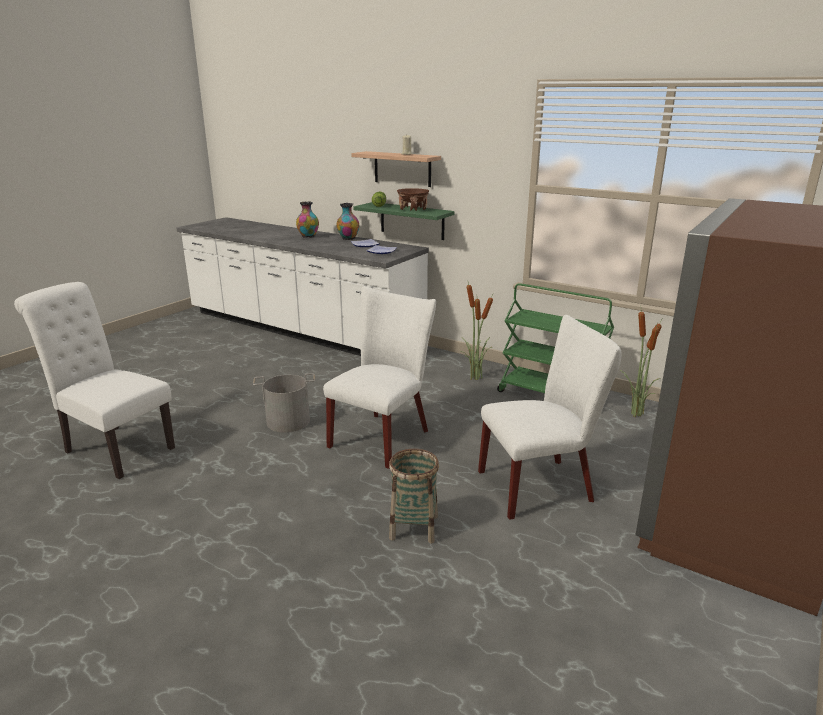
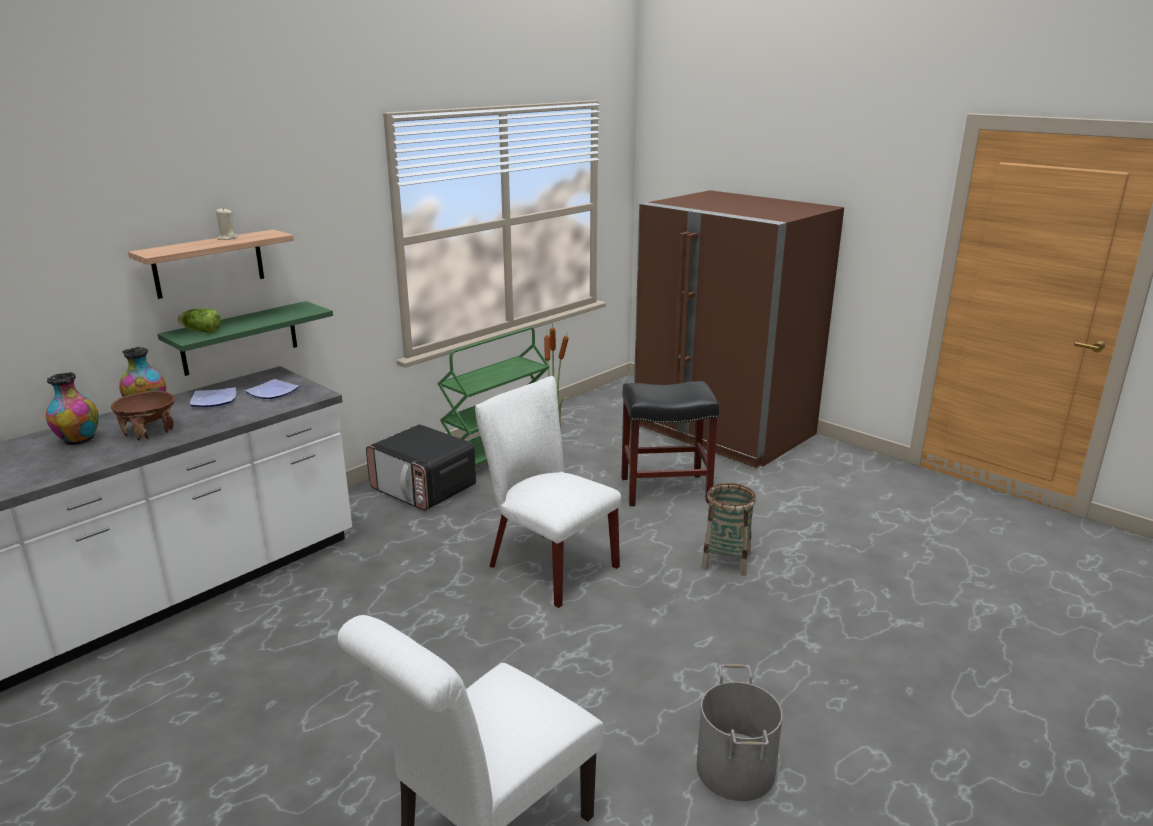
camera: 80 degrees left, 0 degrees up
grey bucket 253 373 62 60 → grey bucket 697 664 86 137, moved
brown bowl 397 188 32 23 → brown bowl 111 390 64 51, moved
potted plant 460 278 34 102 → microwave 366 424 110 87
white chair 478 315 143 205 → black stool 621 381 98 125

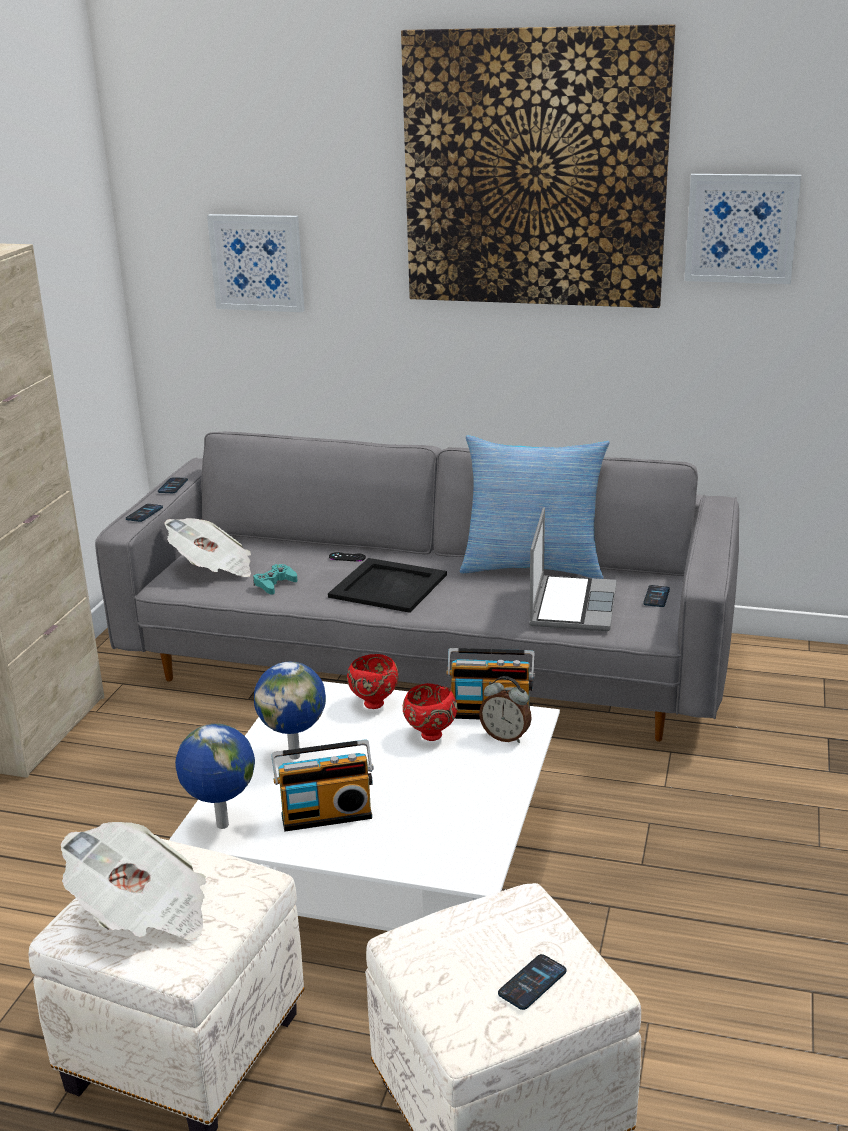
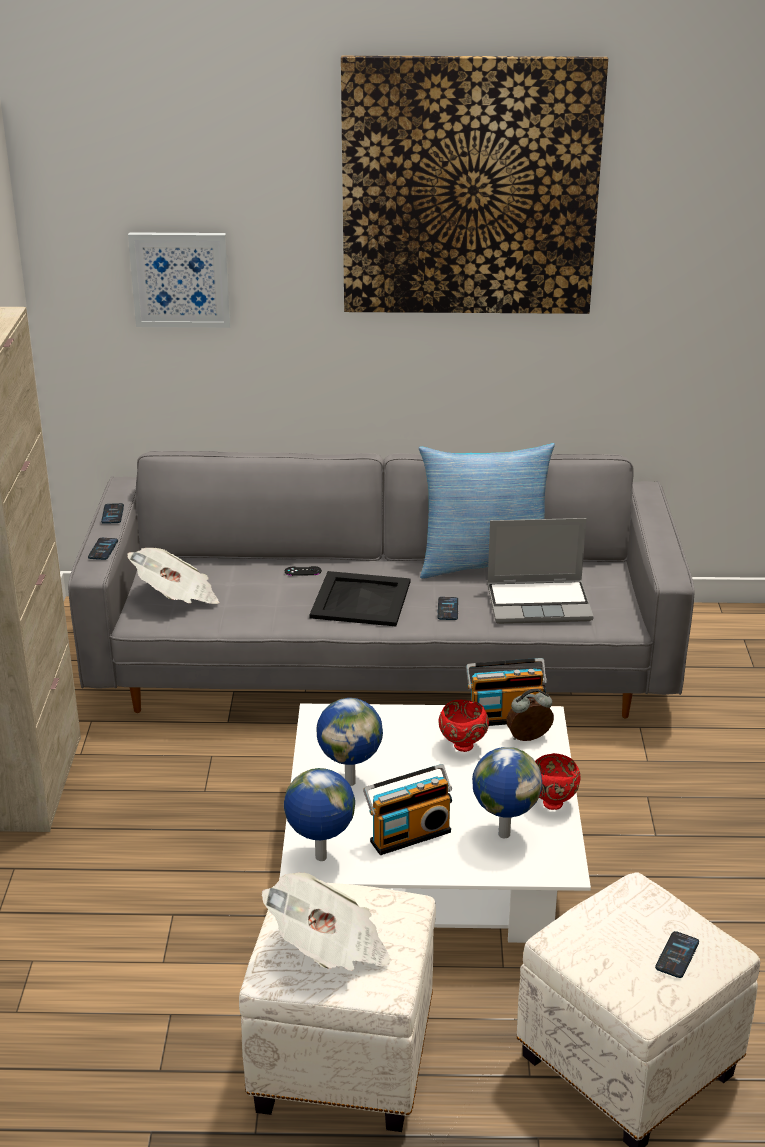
camera: 15 degrees left, 5 degrees up
turquoise game controller 253 564 44 31 → -
picture 684 174 117 110 → -
- → globe 472 747 70 91
red bowl 347 654 52 55 → red bowl 535 753 46 57, moved
phone 643 585 27 22 → phone 437 597 21 23, moved
alarm clock 479 676 53 67 → alarm clock 506 689 48 52, 150 degrees clockwise
laptop 529 508 88 123 → laptop 487 518 107 106, 90 degrees clockwise

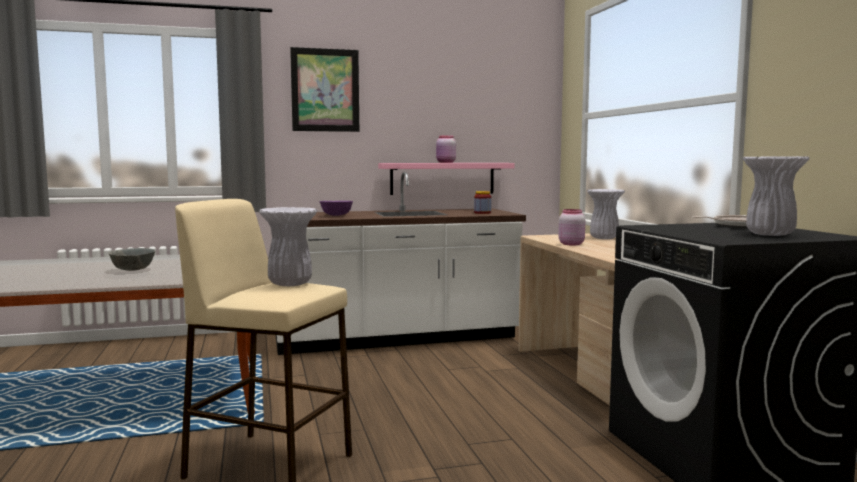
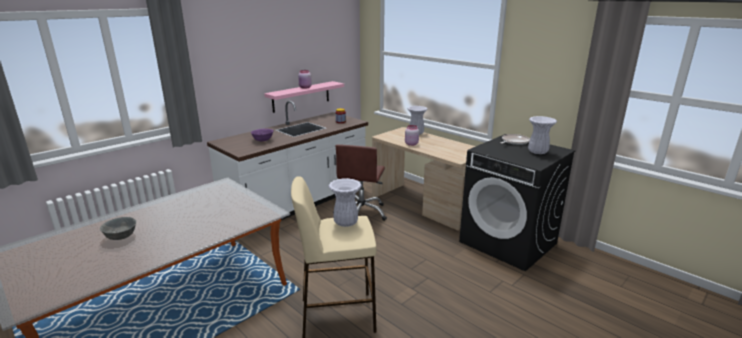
camera: 30 degrees left, 15 degrees up
picture 290 47 69 85 → -
- → brown office chair 333 144 54 77
grey bowl 108 248 47 23 → grey bowl 100 217 36 23, moved

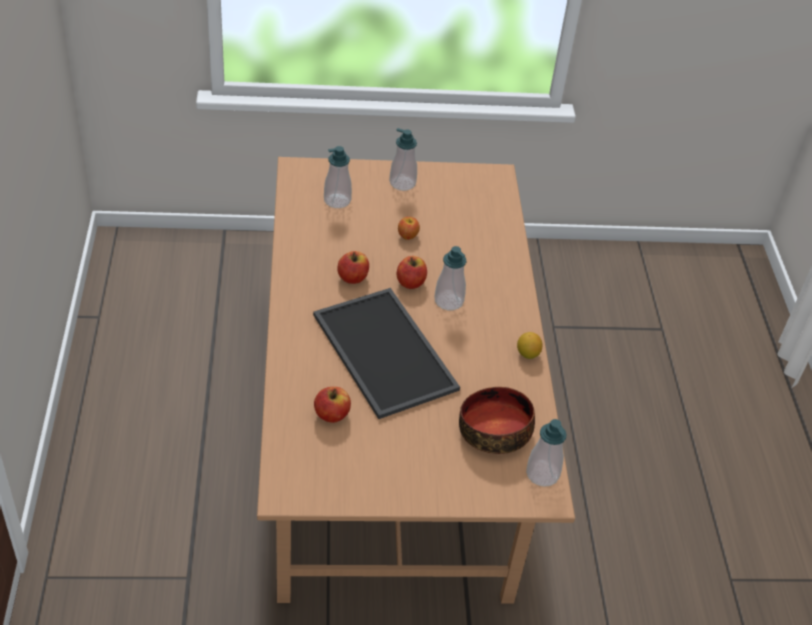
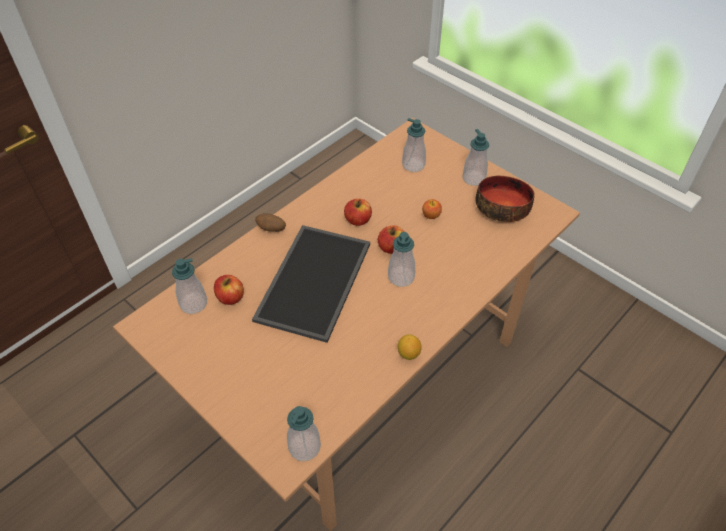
camera: 50 degrees right, 5 degrees up
- → soap dispenser 172 258 35 56
- → potato 255 213 31 19
bowl 459 387 76 67 → bowl 475 176 60 46, moved

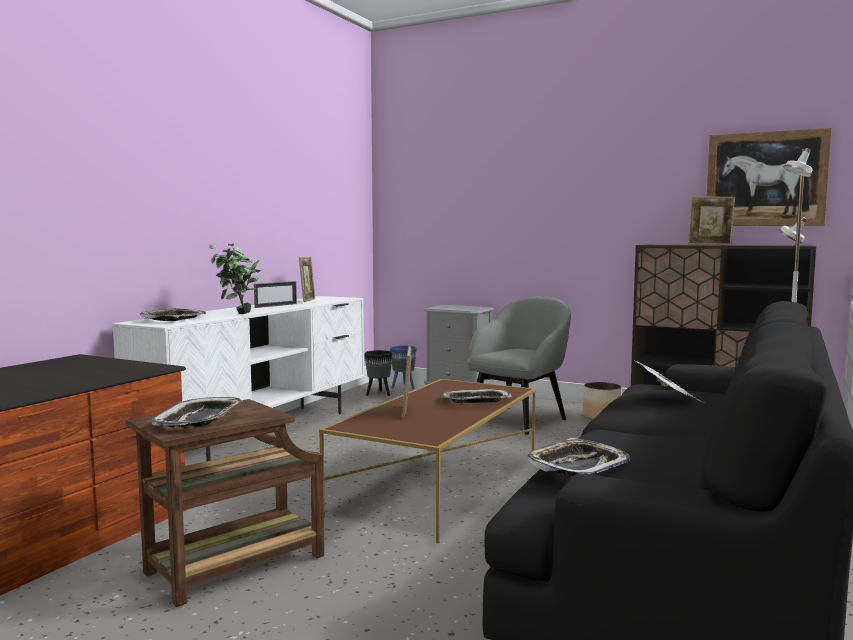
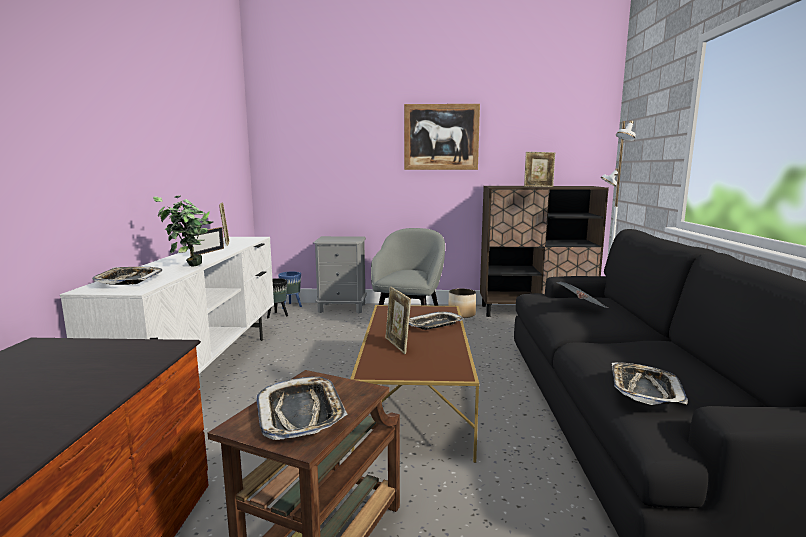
camera: 25 degrees left, 5 degrees up
picture 706 128 125 98 → picture 404 104 76 66, moved

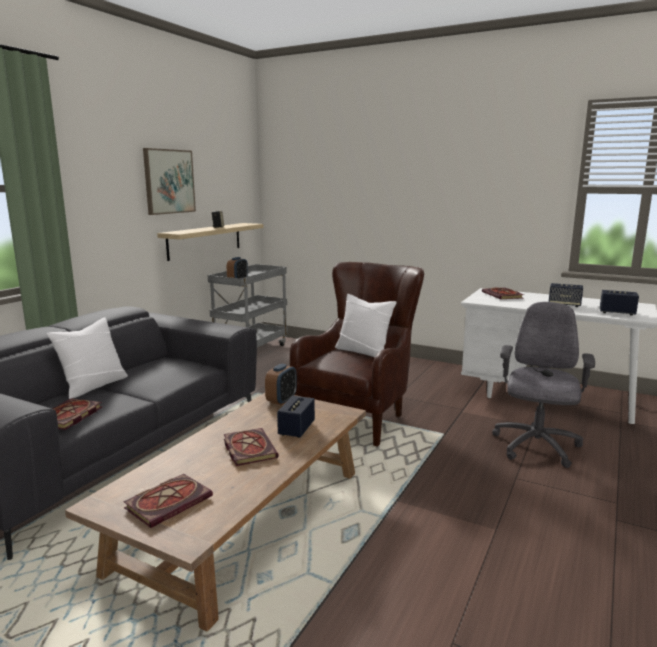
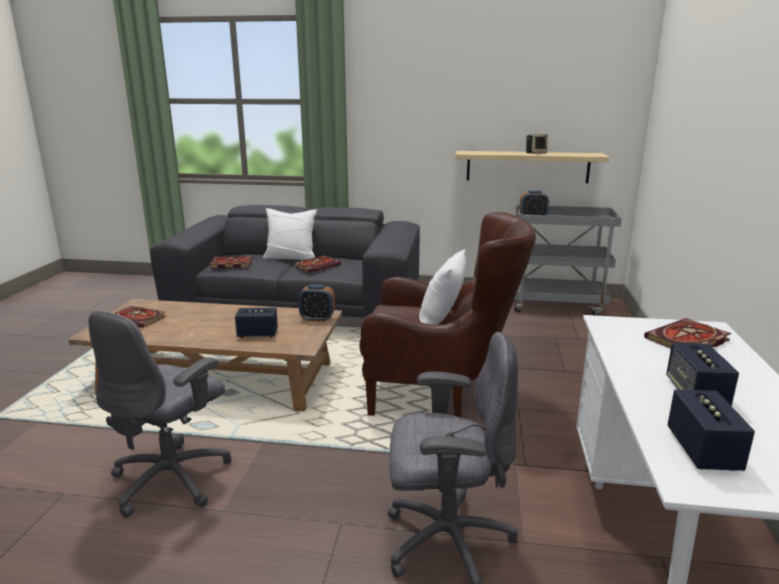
camera: 70 degrees right, 5 degrees up
picture 143 148 53 67 → -
- → grey office chair 88 311 143 207
book 224 428 55 38 → book 294 256 47 16, moved

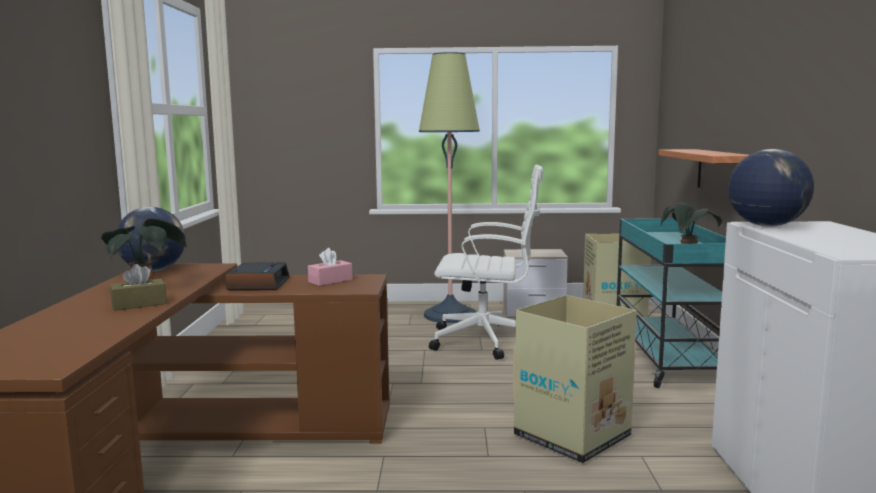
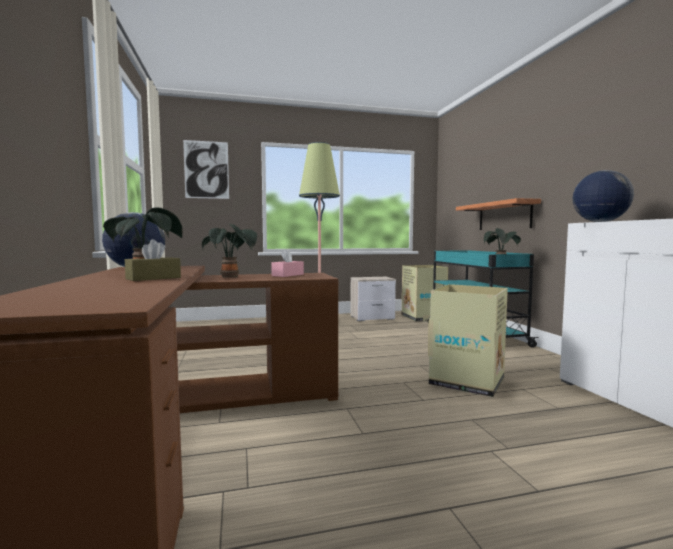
camera: 15 degrees left, 5 degrees down
white office chair 429 164 114 196 → -
- → picture 183 140 46 59
alarm clock 225 262 65 29 → potted plant 202 224 55 54

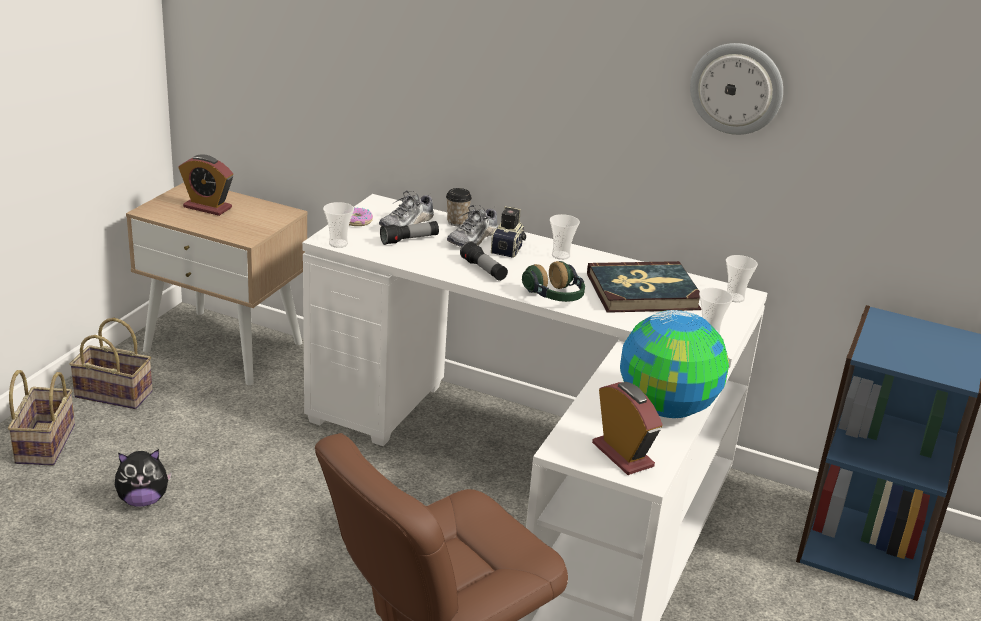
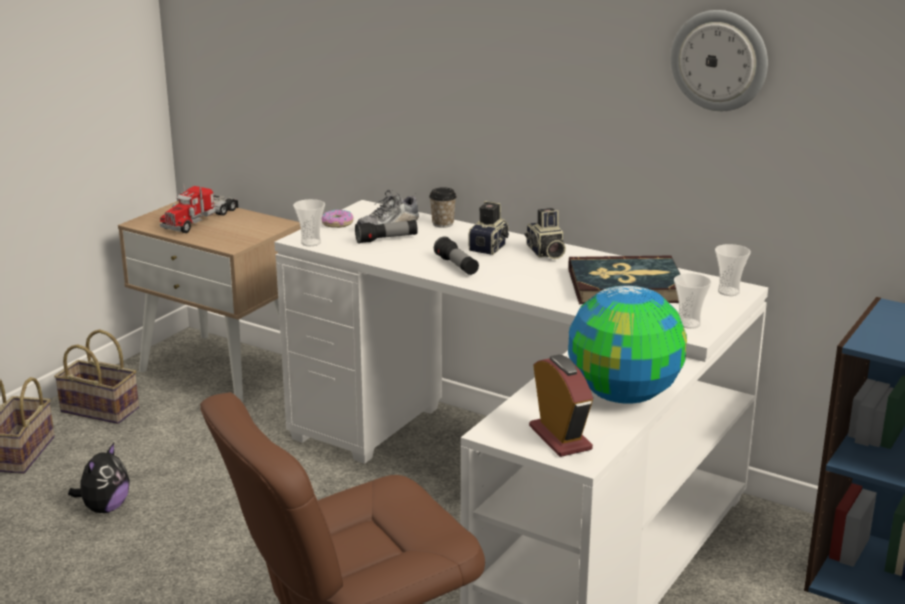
camera: 10 degrees right, 5 degrees down
shoe 447 205 51 42 → -
headphones 522 261 63 41 → -
alarm clock 179 155 54 61 → toy truck 160 184 78 49
cup 550 214 30 46 → photo camera 525 208 41 51
plush toy 115 449 57 58 → plush toy 68 443 62 70, 60 degrees counterclockwise

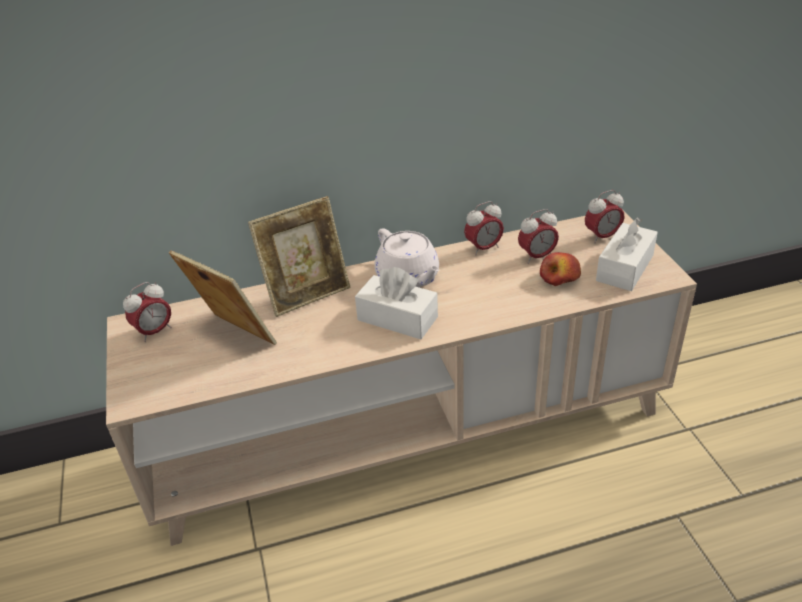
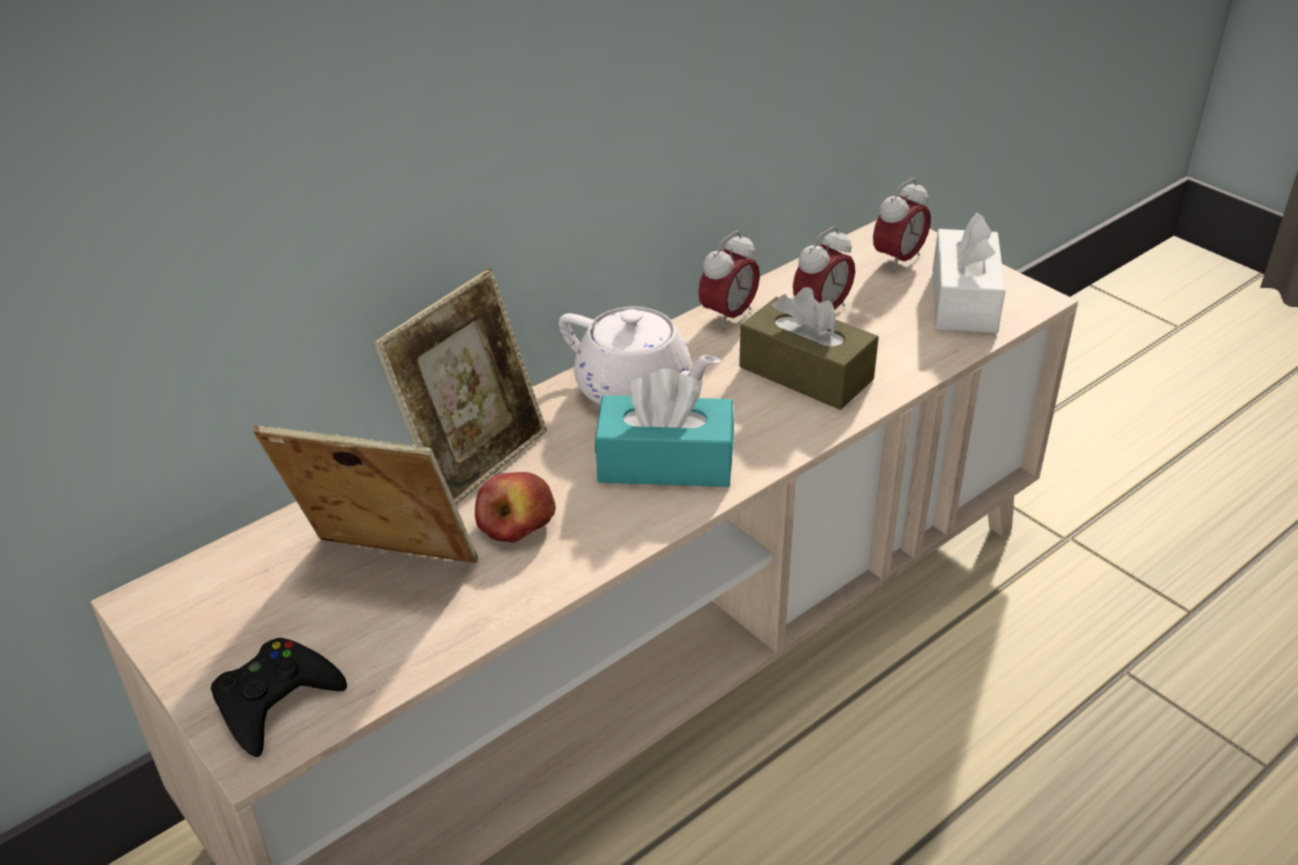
camera: 25 degrees left, 0 degrees up
alarm clock 123 282 48 60 → -
- → black game controller 211 638 136 119
- → brown tissue box 739 287 140 123
apple 540 252 41 34 → apple 475 472 81 71, moved
white tissue box 355 267 83 72 → turquoise tissue box 595 368 139 119

